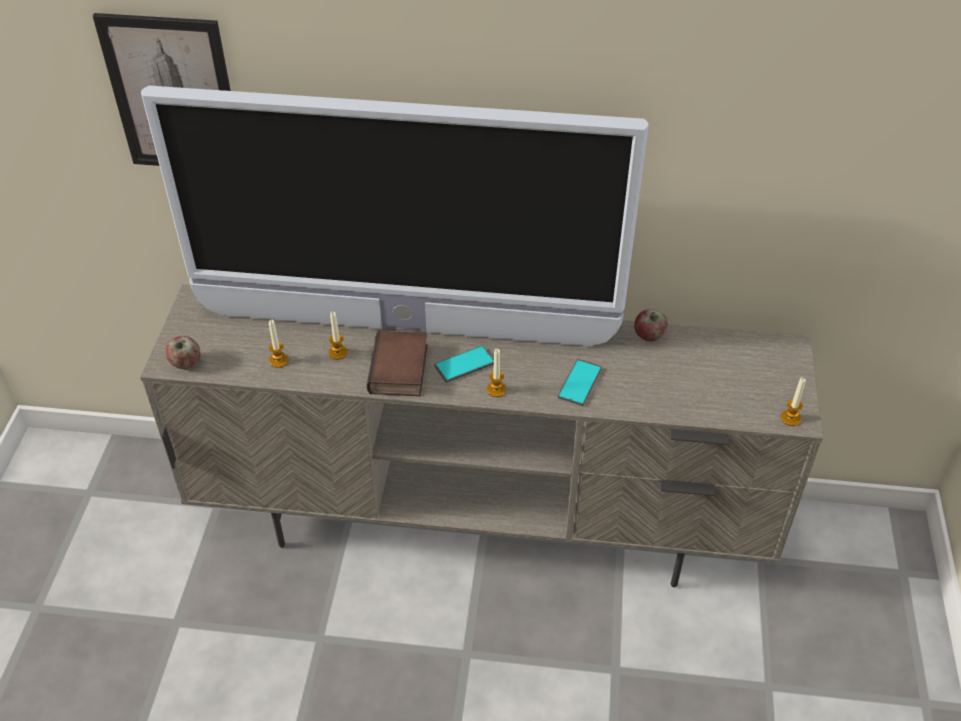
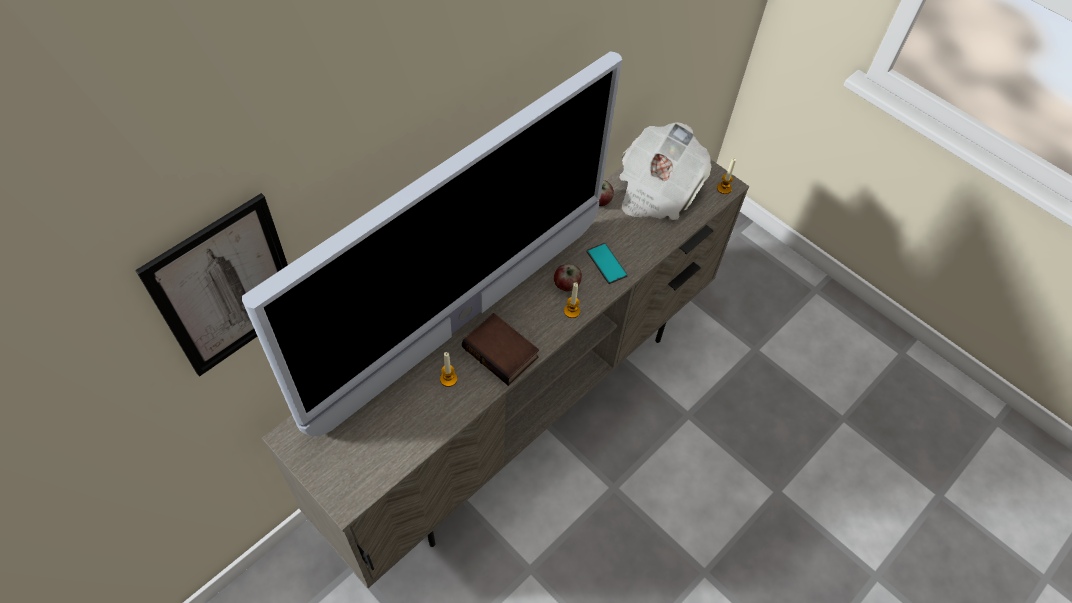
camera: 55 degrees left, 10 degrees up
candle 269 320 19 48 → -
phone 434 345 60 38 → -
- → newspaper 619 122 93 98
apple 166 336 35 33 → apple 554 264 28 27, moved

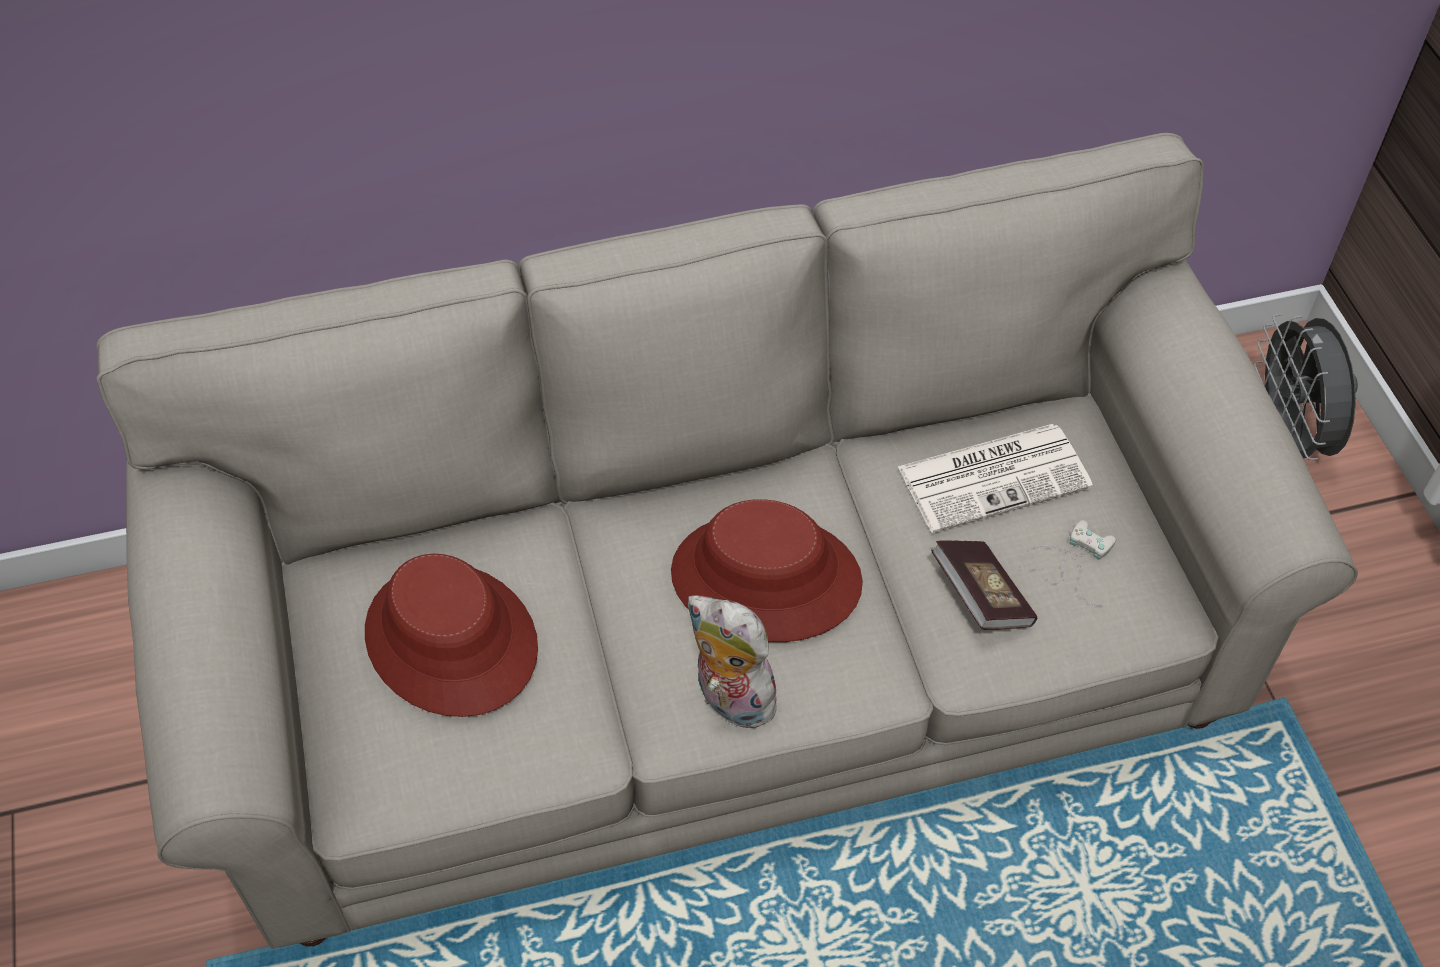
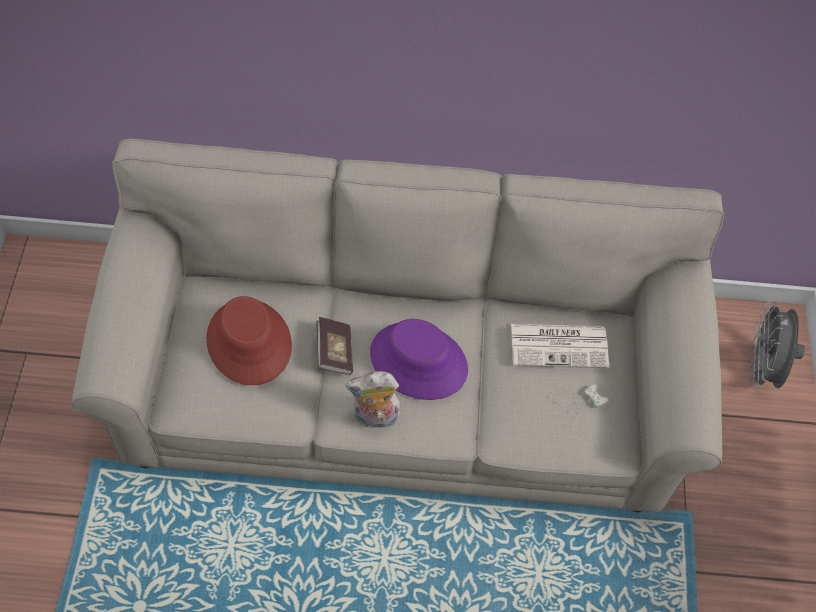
camera: 15 degrees right, 5 degrees up
book 931 540 106 90 → book 317 317 36 58, moved
red hat 671 499 192 143 → purple hat 370 319 98 81
plush toy 687 595 97 133 → plush toy 345 371 55 57, 60 degrees counterclockwise

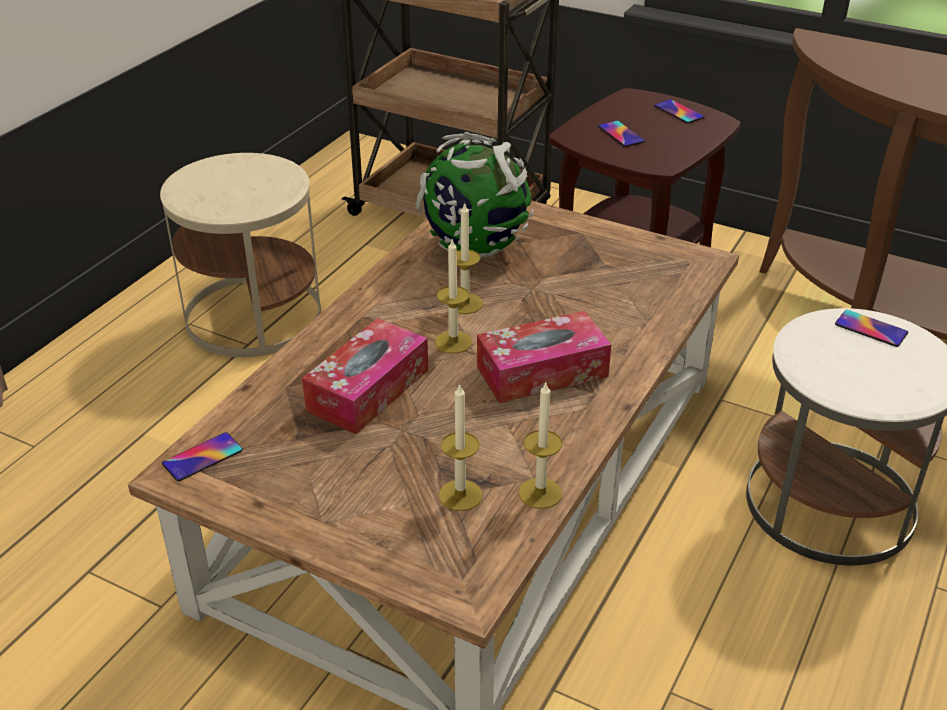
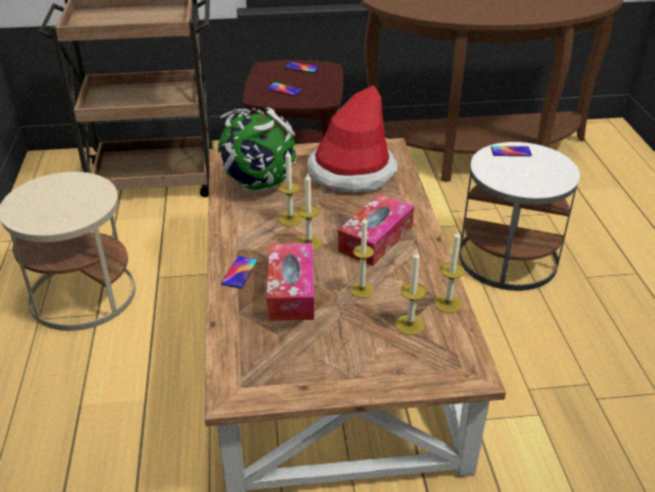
camera: 35 degrees left, 0 degrees up
- → hat 307 85 90 108
- → candle 350 217 24 81
phone 162 432 81 49 → phone 221 256 37 32, moved

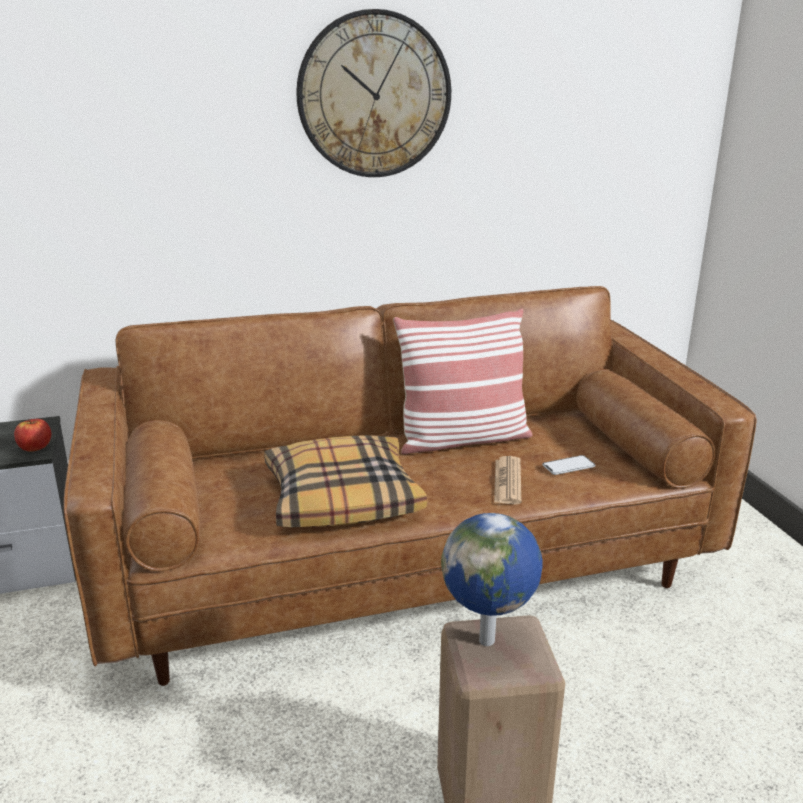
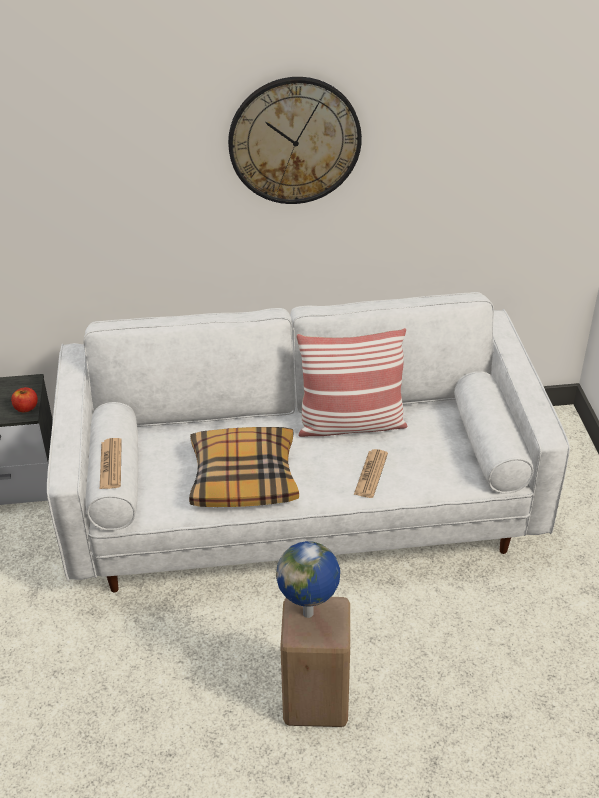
camera: 10 degrees right, 15 degrees up
phone 542 455 54 20 → -
- → newspaper 100 438 22 51
brown sofa 64 286 693 400 → white sofa 47 292 523 301

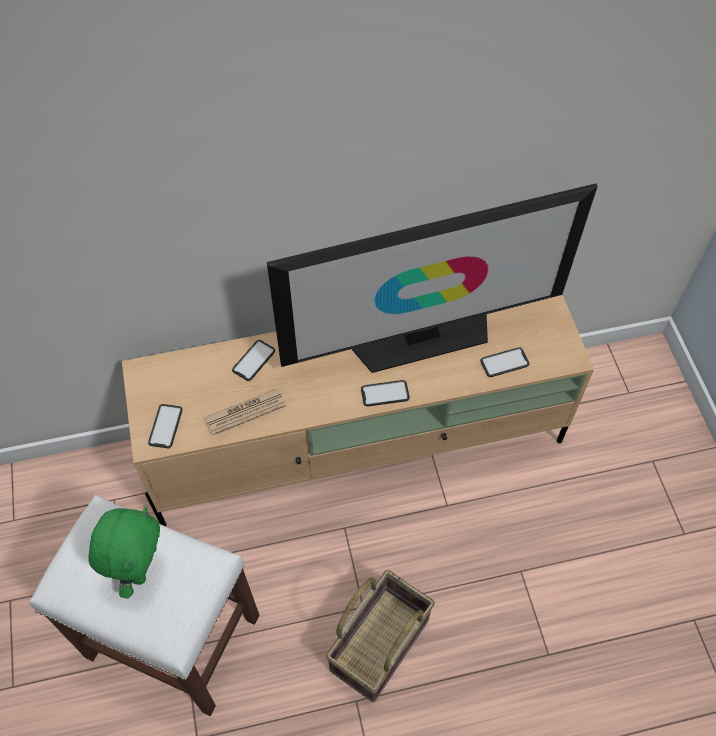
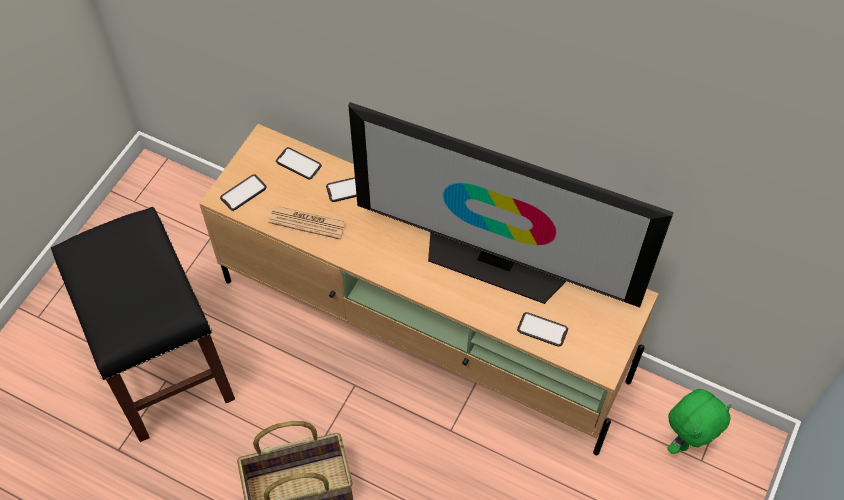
camera: 40 degrees right, 0 degrees up
green plush toy 88 507 72 91 → green plush toy 668 389 63 65, moved
phone 361 380 49 26 → phone 276 147 46 32, moved
white stool 29 495 230 221 → black stool 51 207 184 235

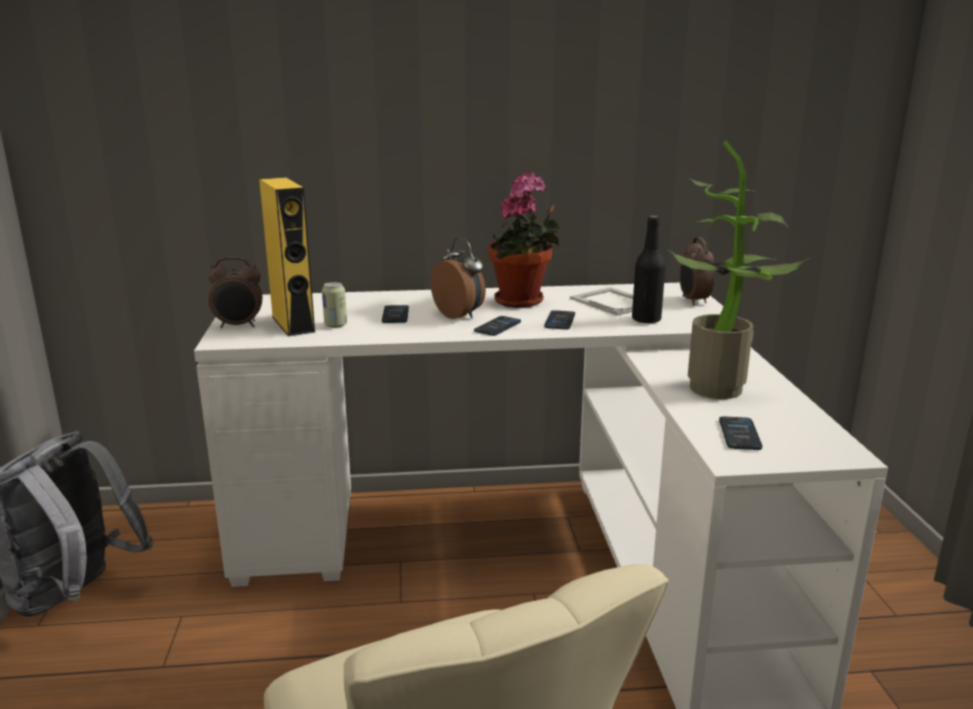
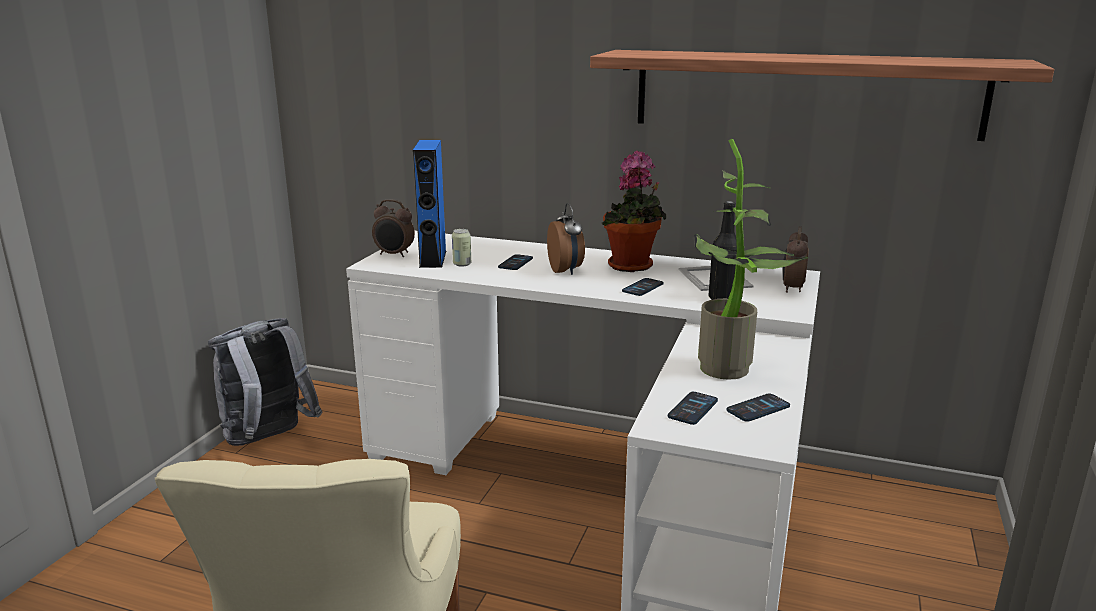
camera: 25 degrees right, 0 degrees up
- → shelf 590 50 464 91
phone 474 316 47 20 → phone 726 394 64 28, moved
yellow speaker 259 177 57 160 → blue speaker 413 140 33 128

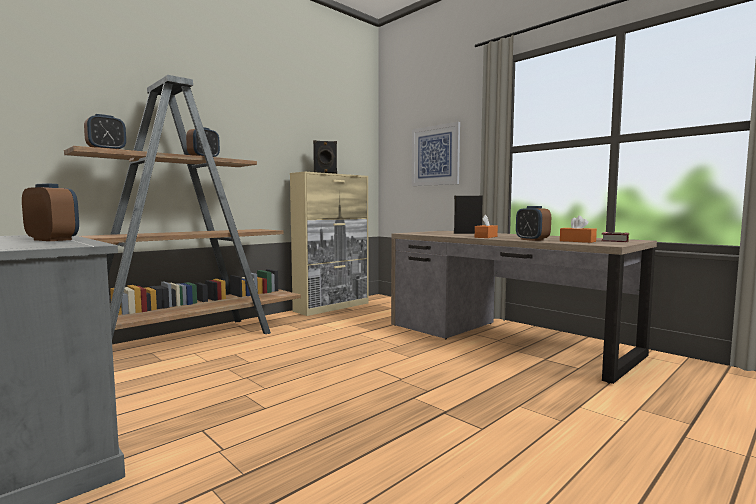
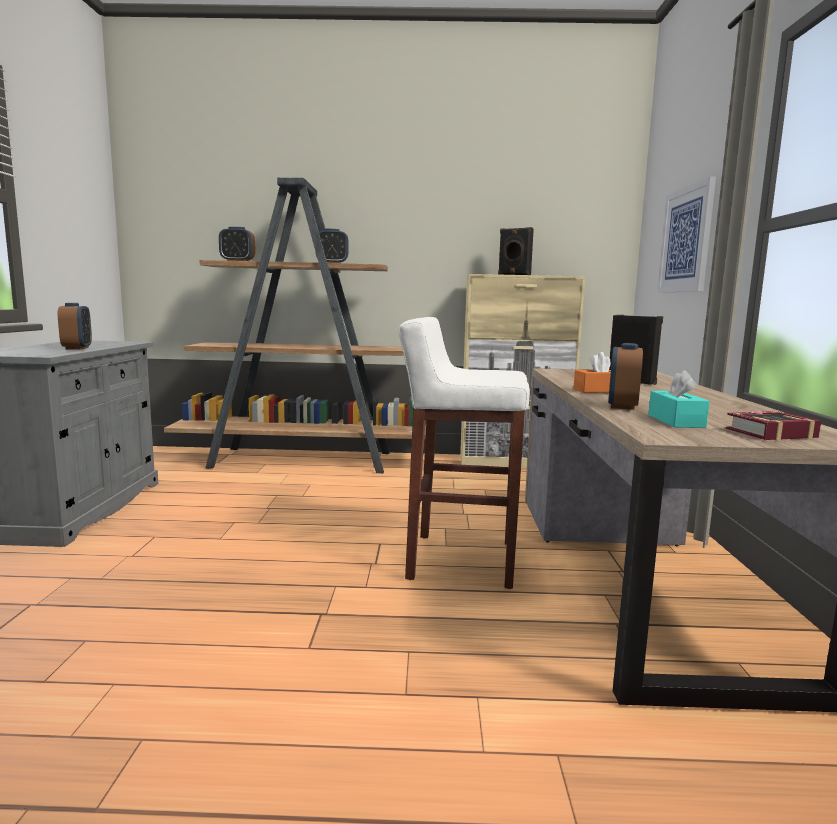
camera: 45 degrees right, 5 degrees up
- → white stool 398 317 132 272
orange tissue box 560 216 37 27 → turquoise tissue box 648 370 62 58

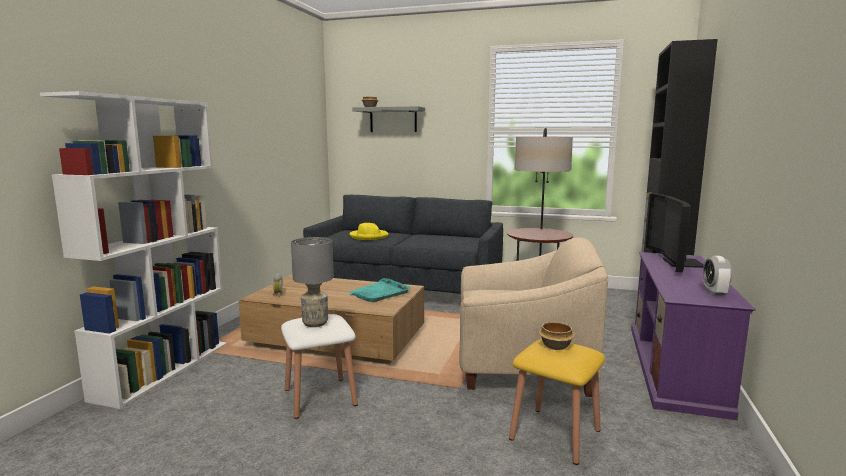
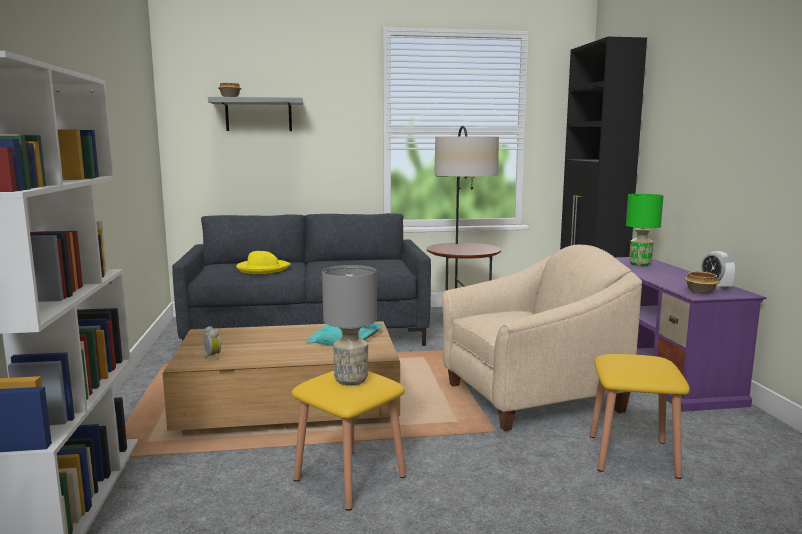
camera: 25 degrees left, 0 degrees up
bowl 539 322 36 28 → bowl 685 271 35 23, moved
television 646 194 58 78 → green table lamp 626 194 37 72
white stool 281 314 77 105 → yellow stool 292 371 114 140

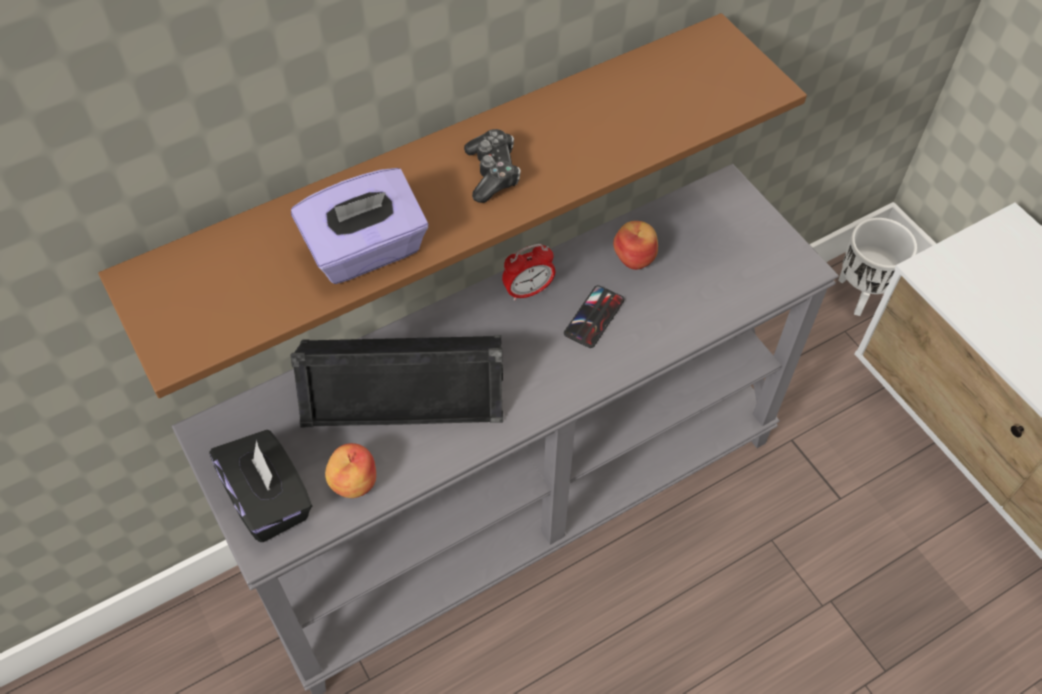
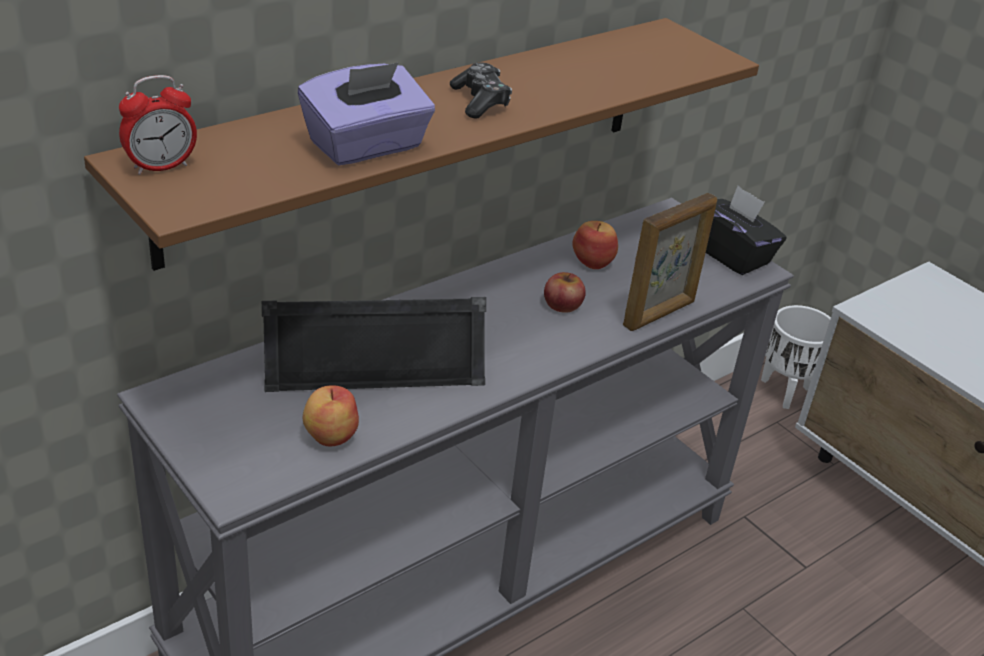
camera: 10 degrees left, 20 degrees down
- → picture frame 623 193 94 138
black tissue box 209 430 103 112 → black tissue box 706 185 80 90, moved
alarm clock 502 244 53 57 → alarm clock 119 75 78 100, moved
phone 564 285 60 63 → apple 544 272 42 41

